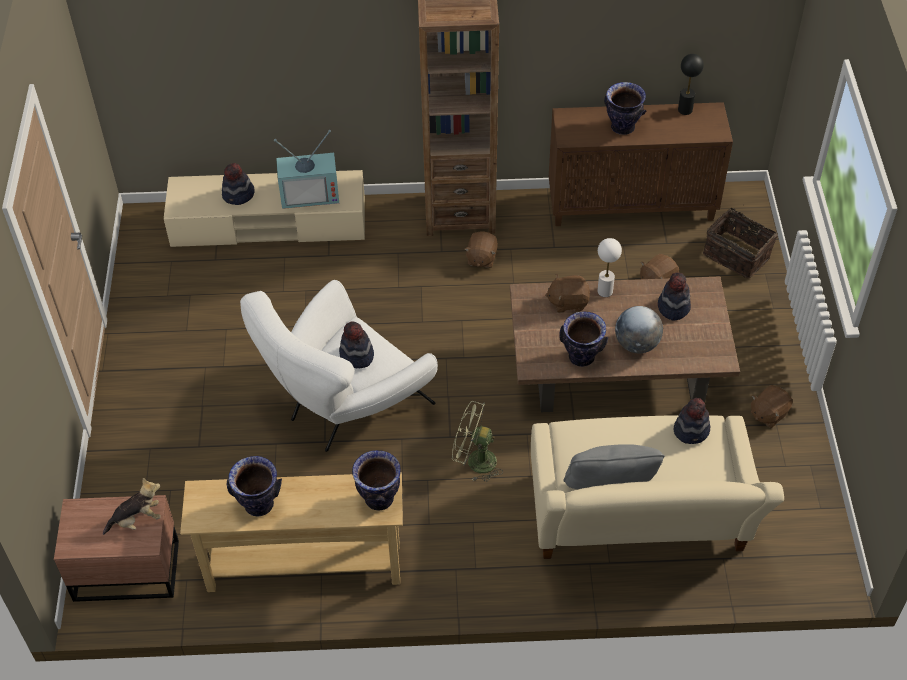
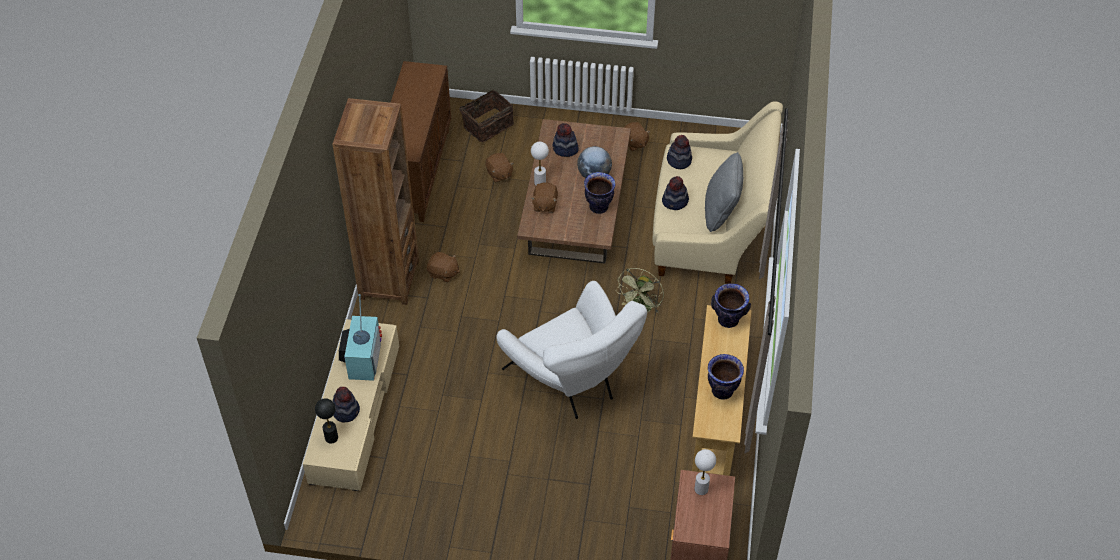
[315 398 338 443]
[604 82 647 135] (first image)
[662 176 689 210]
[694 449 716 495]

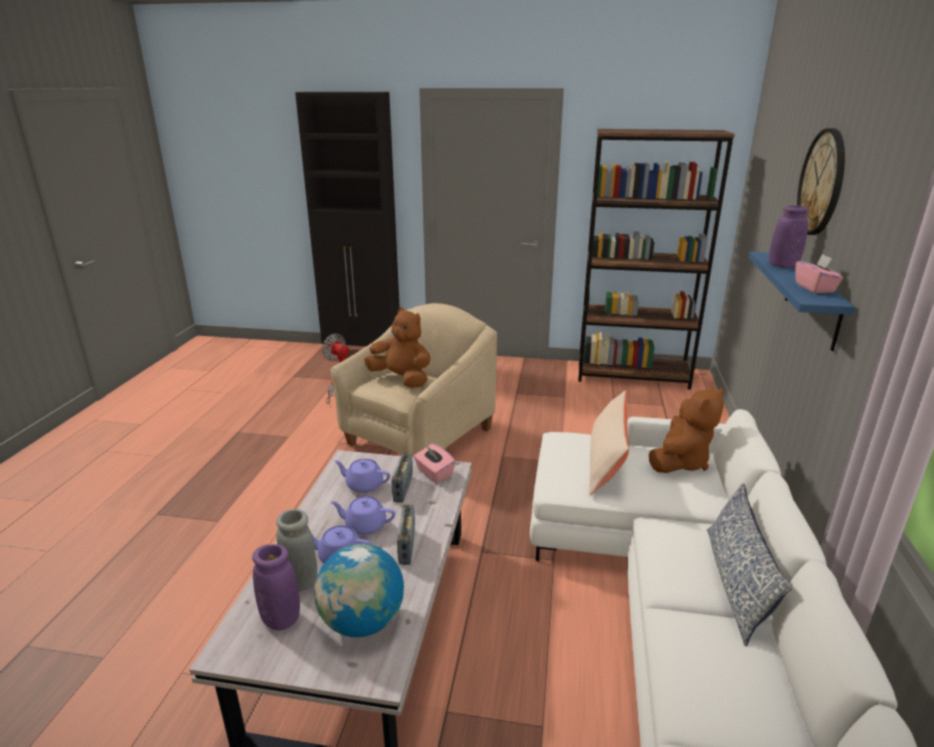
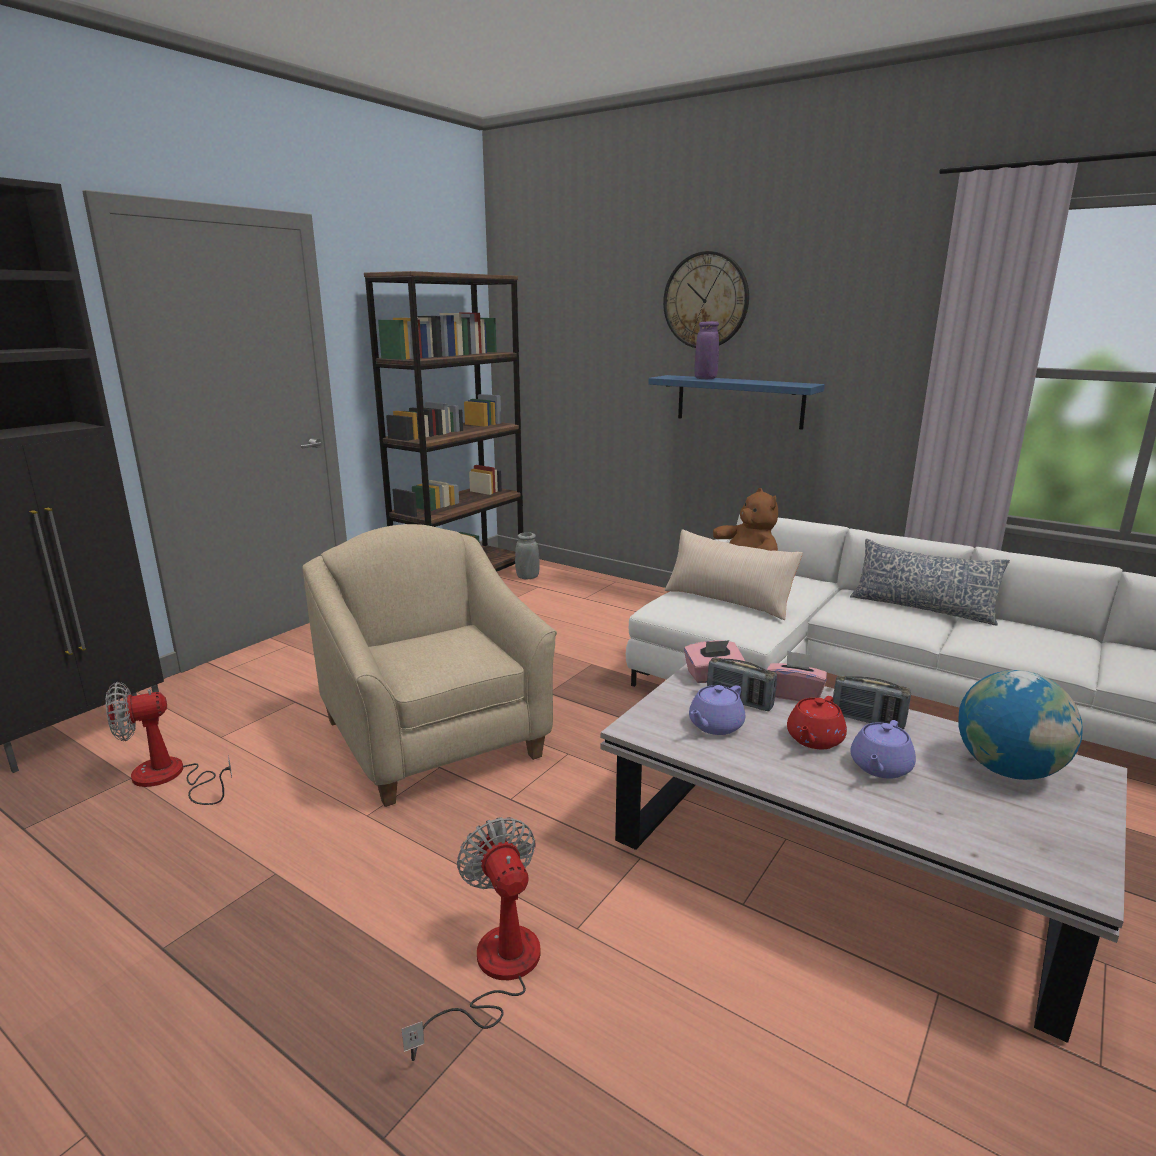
[767 651 827 701]
[364 307 431 388] (first image)
[787 696 847 749]
[515 532 540 579]
[252 544 300 631] (first image)
[402 817 541 1061]

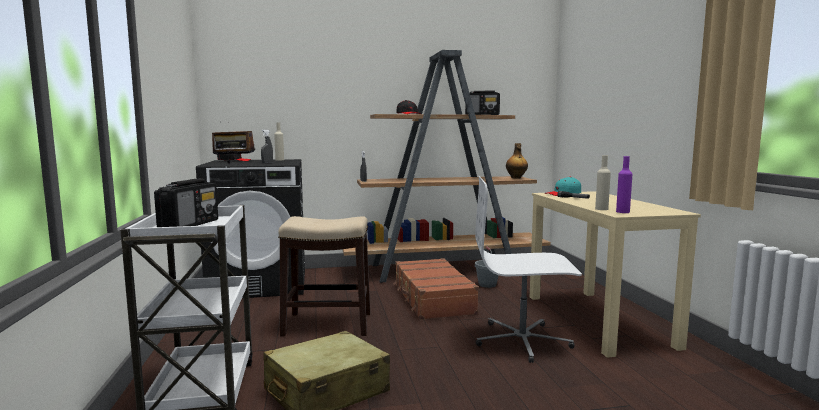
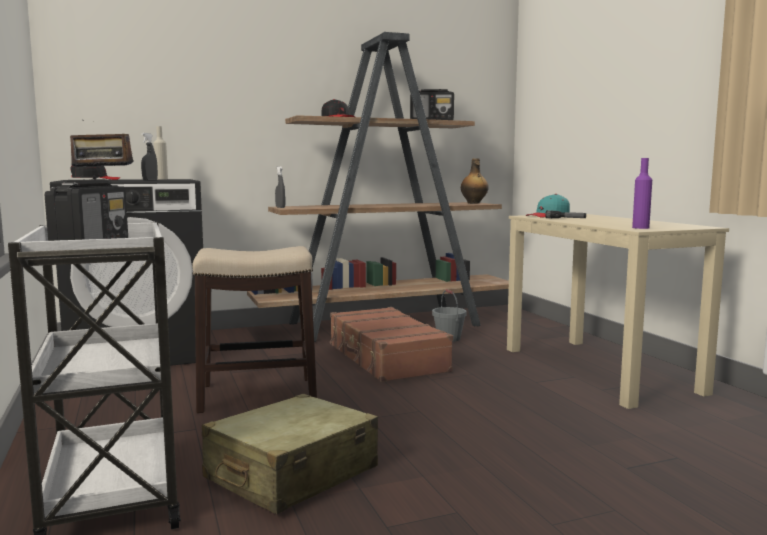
[595 155 611 210] (first image)
[475 176 582 363] (first image)

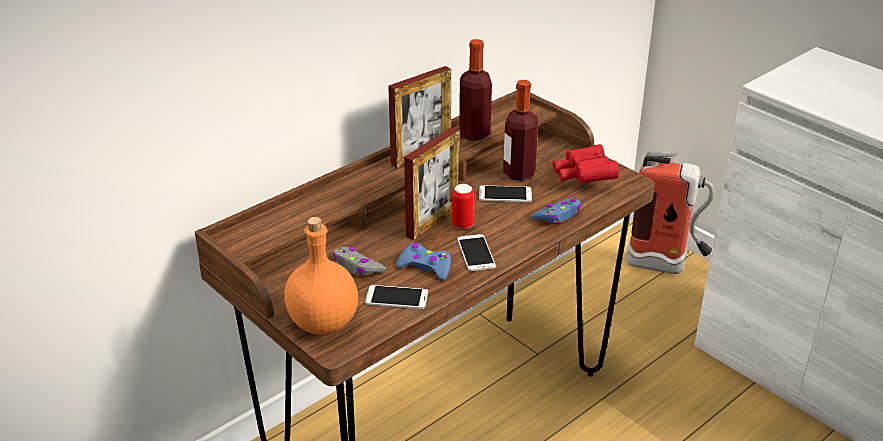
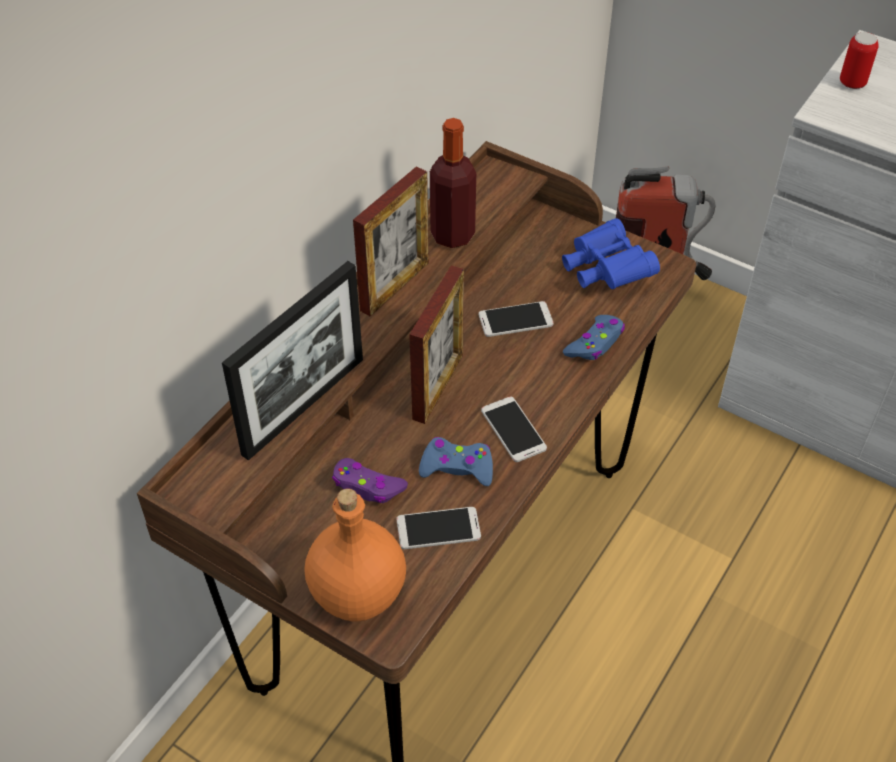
[503 80 538 181] (first image)
[562 218 660 289]
[840 32 879 89]
[332 458 408 503]
[222 261 363 461]

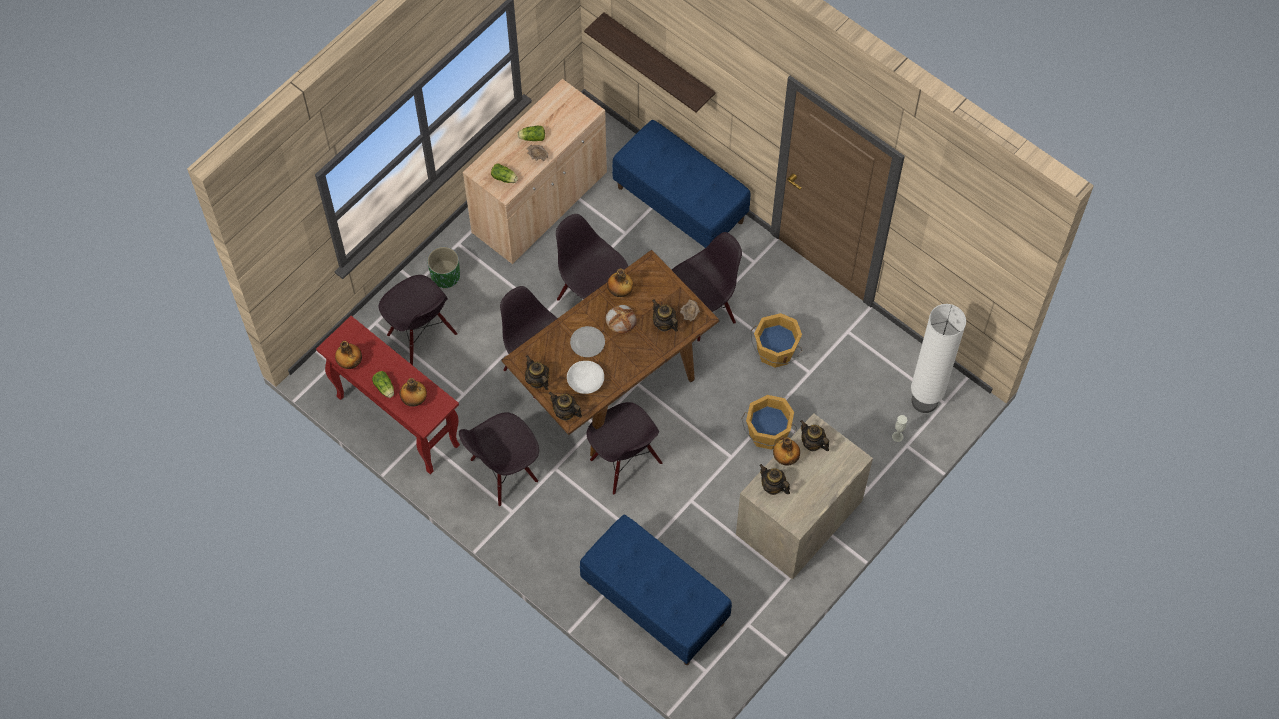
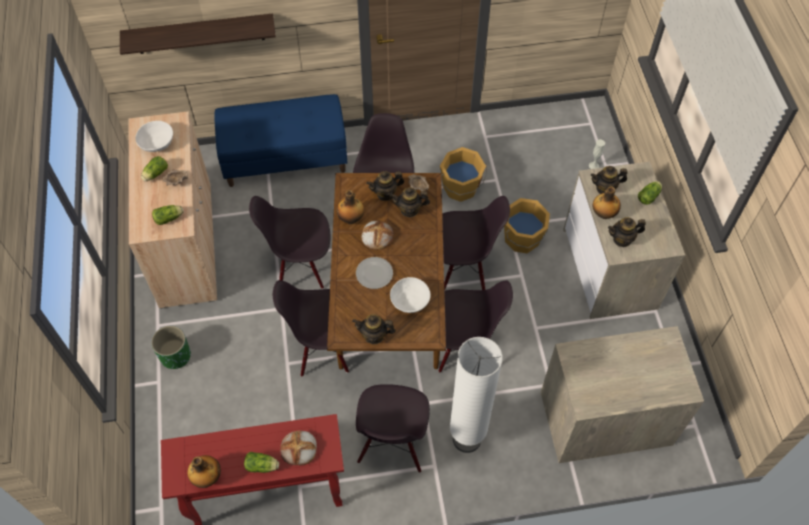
[442 196 510 290]
[450 337 503 453]
[280 430 317 465]
[366 171 404 201]
[541 326 704 463]
[135 121 173 152]
[638 181 662 205]

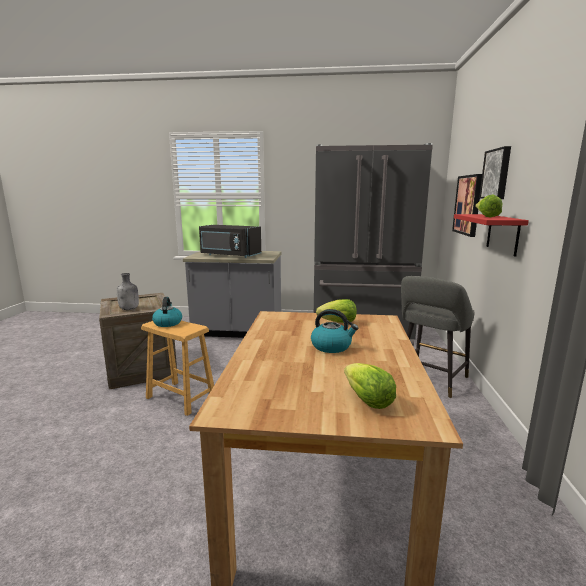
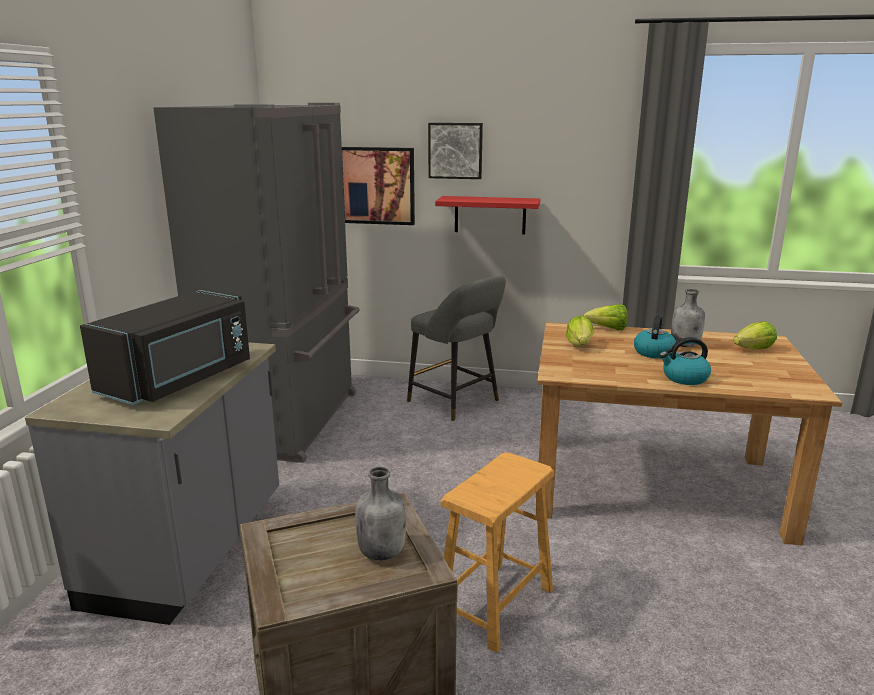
[583 304 628 330]
[660 337 711 385]
[671 289 705 347]

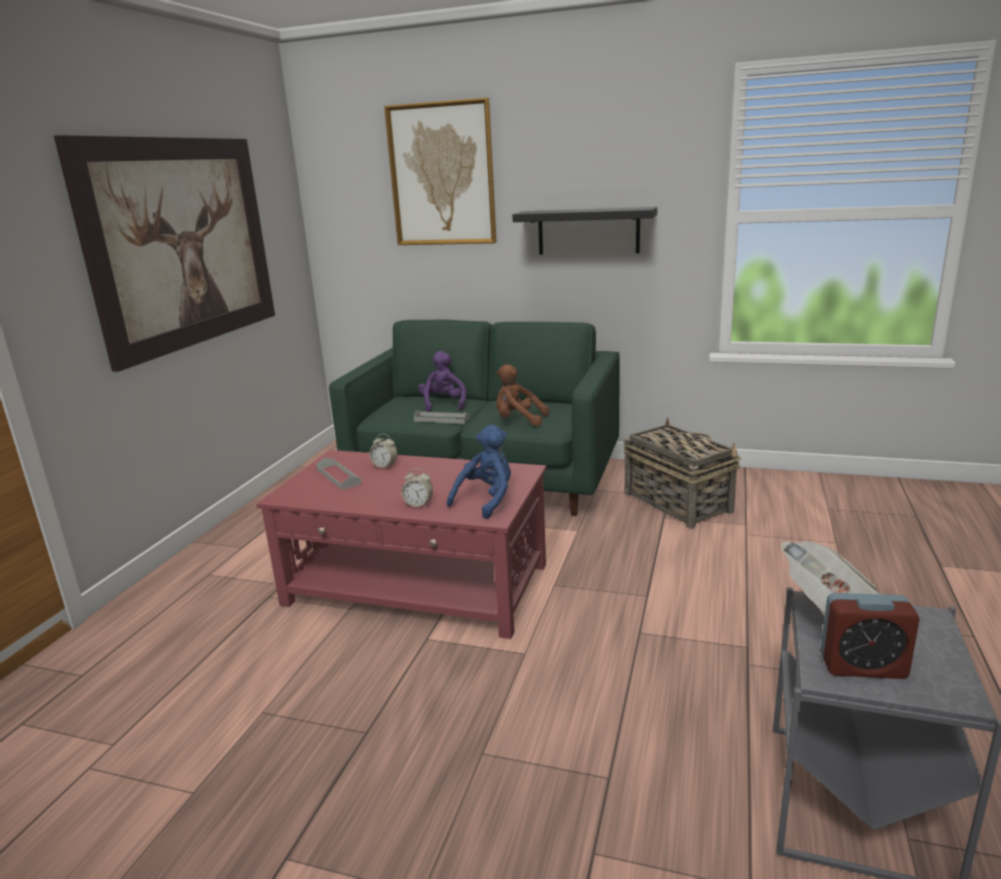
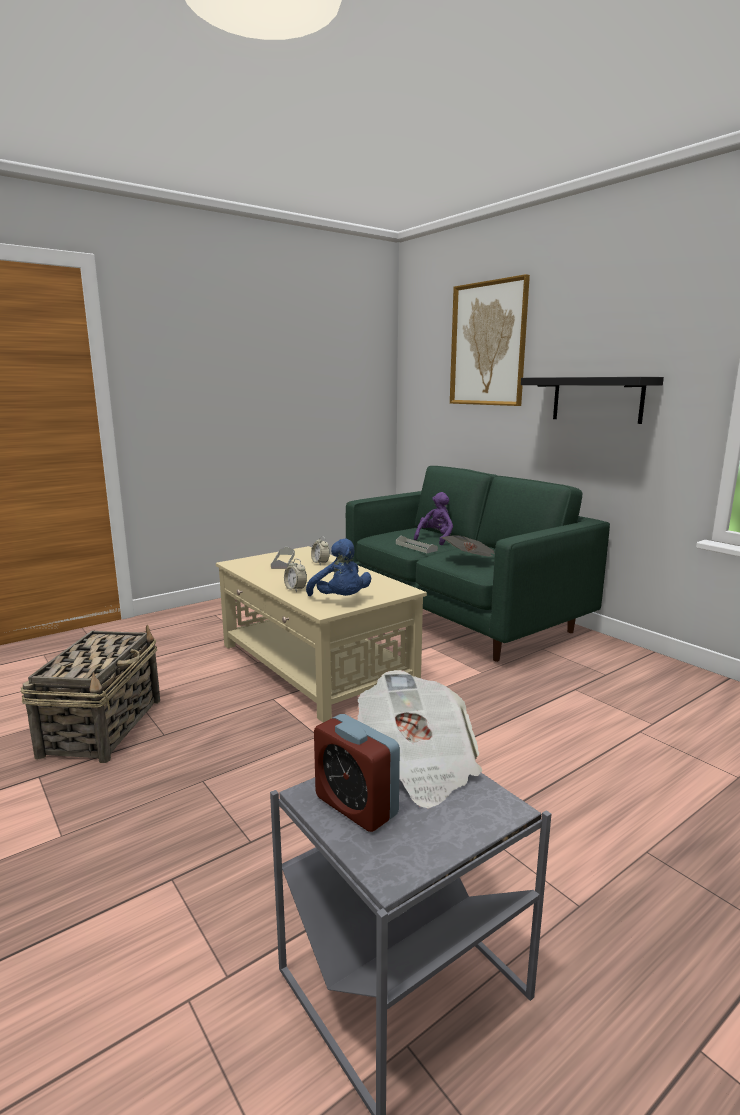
[54 135 275 372] (first image)
[441 535 494 556]
[21 625 160 763]
[306 538 371 596]
[216 546 427 722]

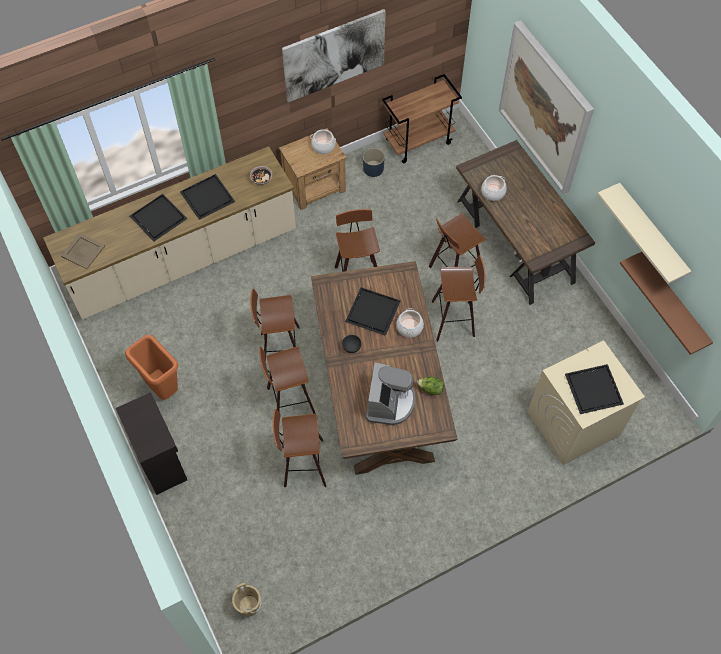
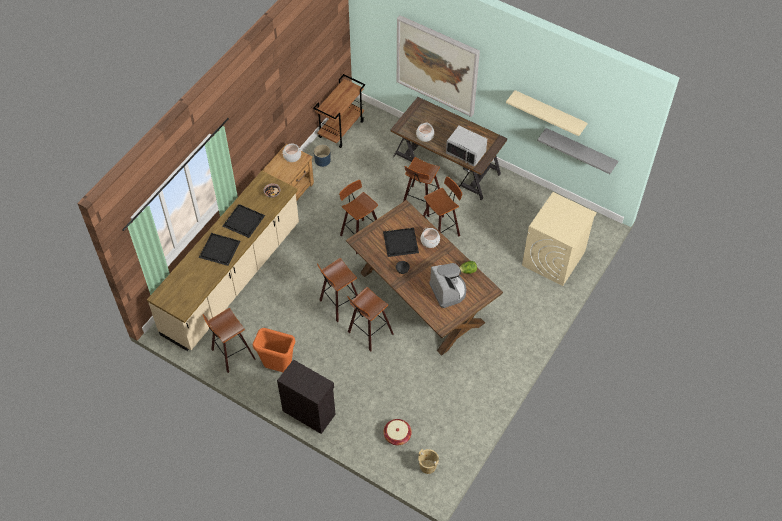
[282 9 386 102] (first image)
[61 233 105 269] (first image)
[537 128 618 174]
[565 364 624 414] (first image)
[203 308 255 373]
[446 126 487 167]
[384 419 412 445]

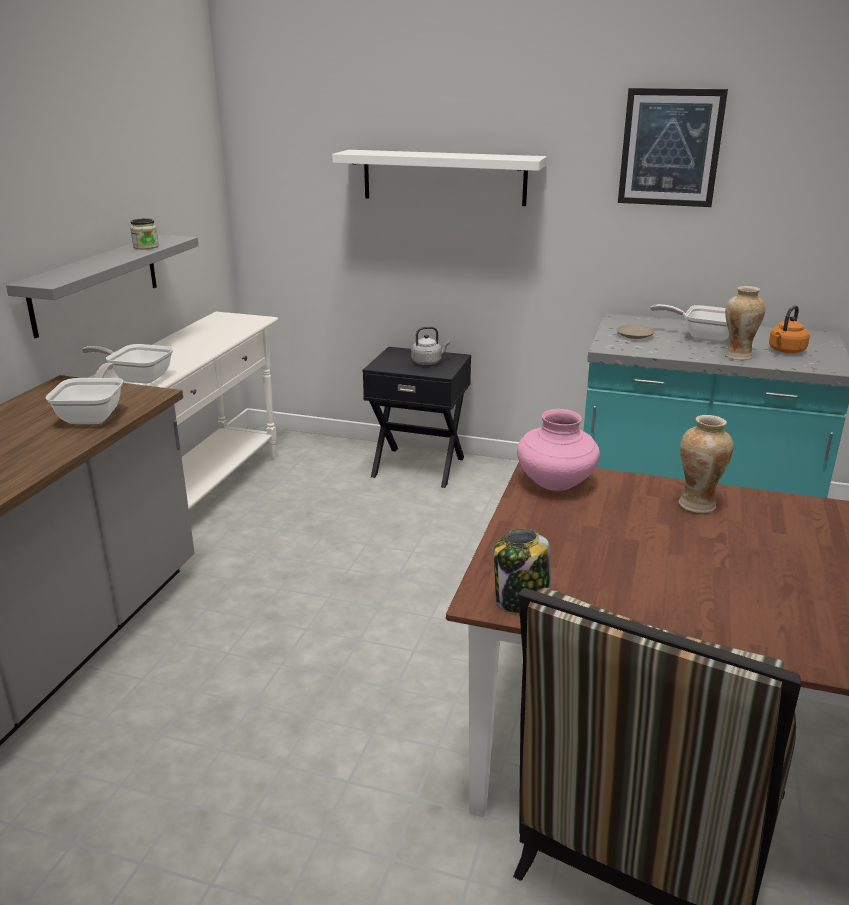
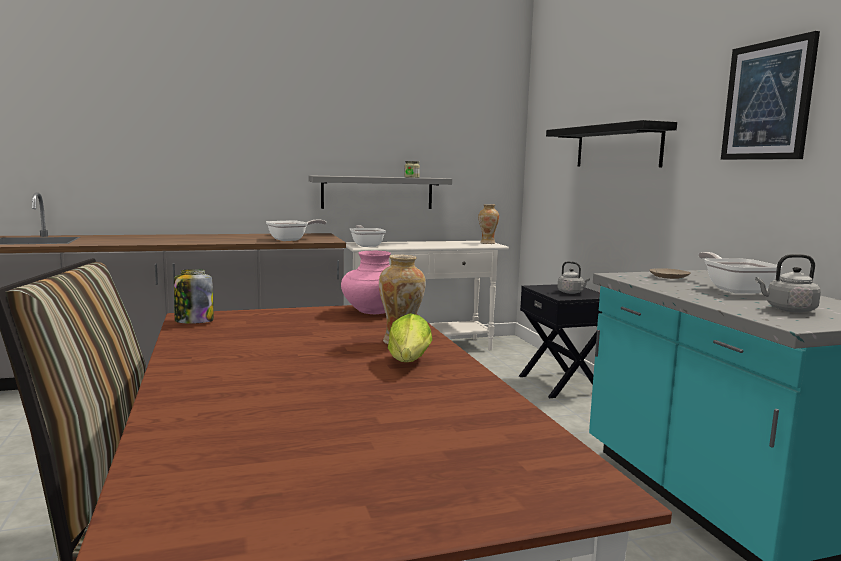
[546 120 677 167]
[478 204 499 244]
[755 254 821 312]
[388 313 432 362]

